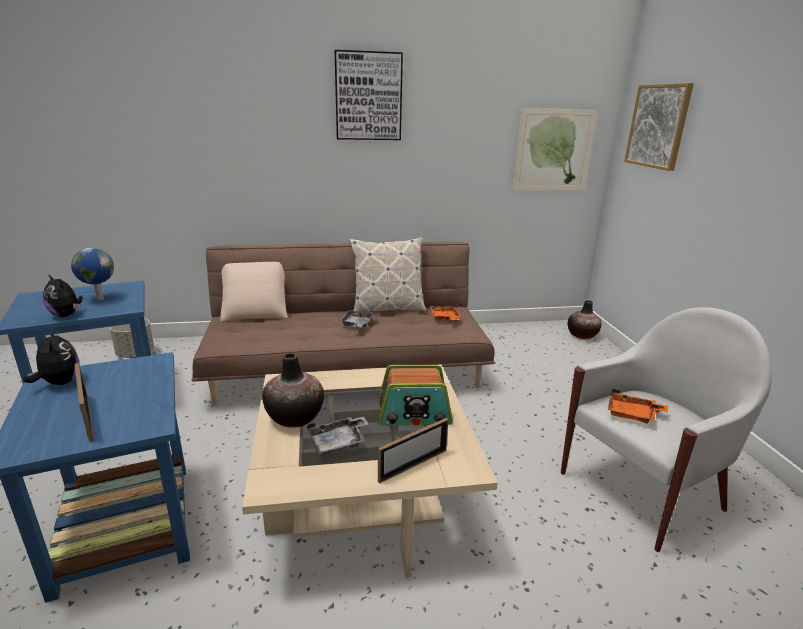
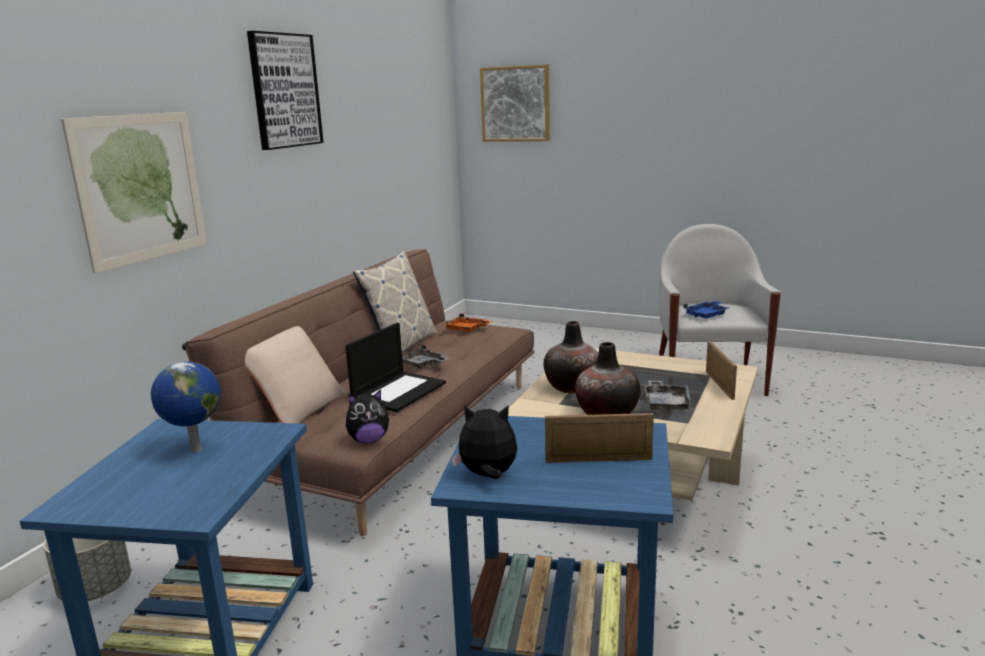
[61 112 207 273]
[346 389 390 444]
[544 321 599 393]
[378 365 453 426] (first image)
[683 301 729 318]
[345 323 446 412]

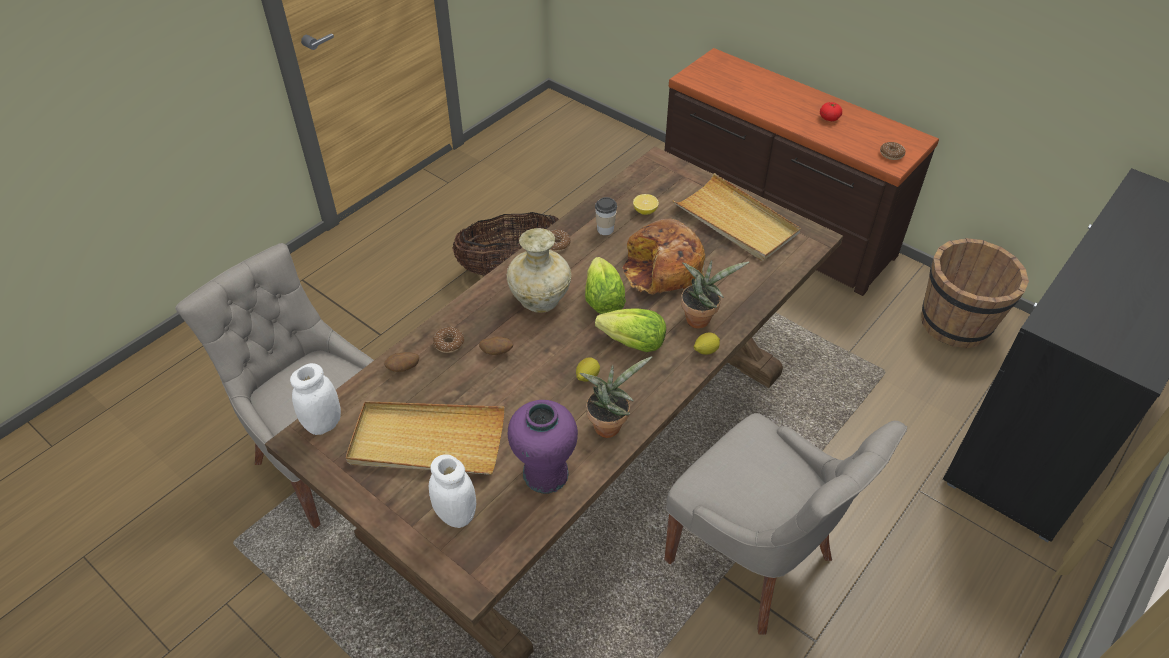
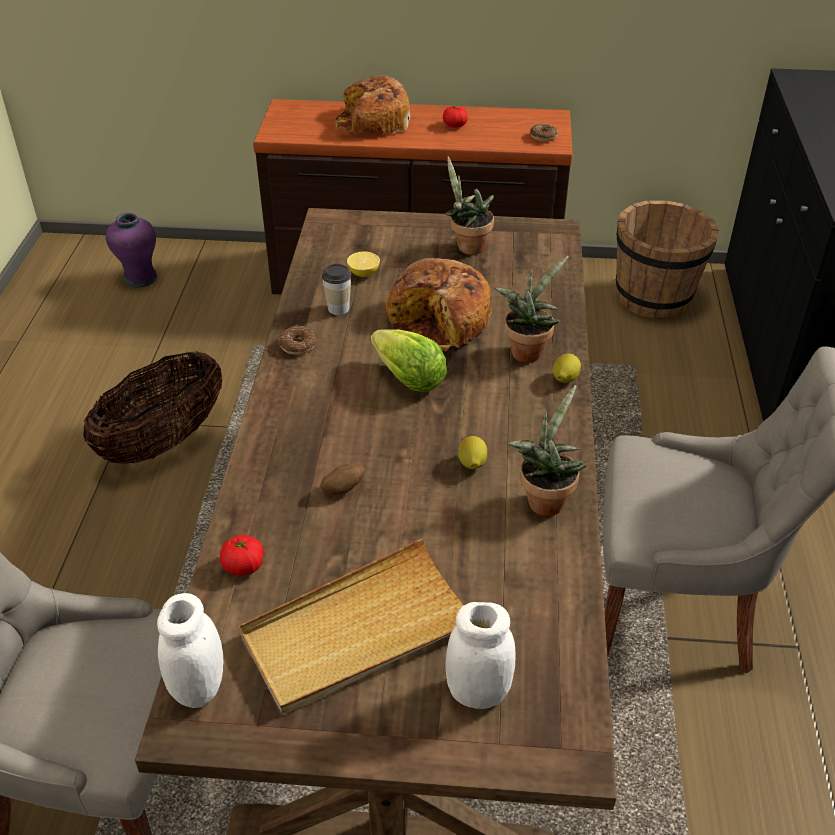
[445 156 494 255]
[507 228 571 313] (first image)
[595 308 666 352] (first image)
[433 327 464 353] (first image)
[220 535 264 576]
[106 213 157 287]
[335 75 410 134]

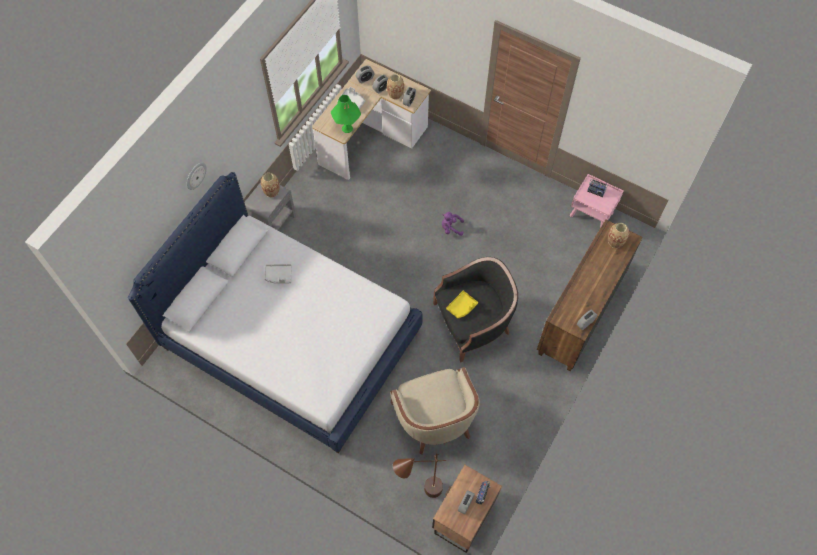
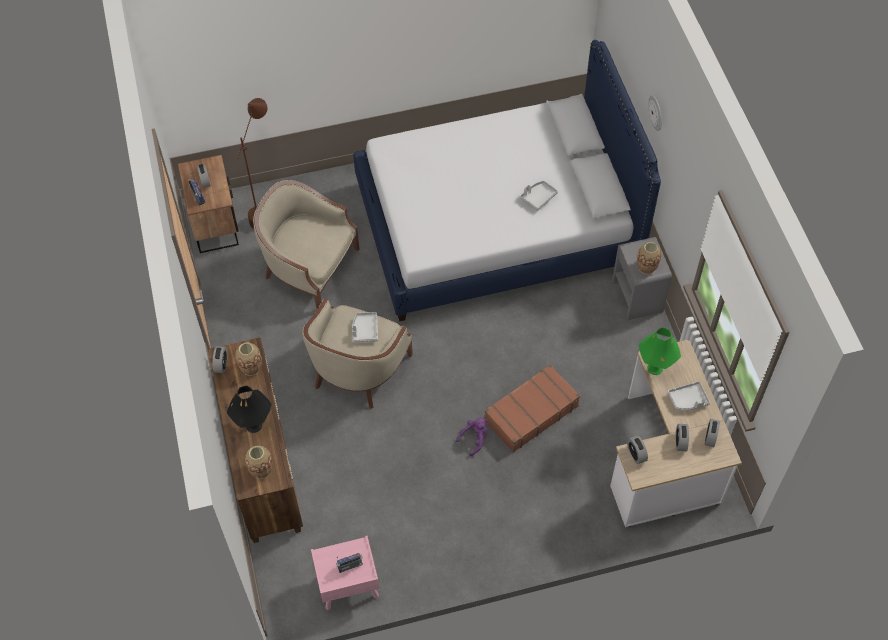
[235 342 262 376]
[302 298 413 409]
[352 312 378 343]
[485 364 580 453]
[227 386 272 433]

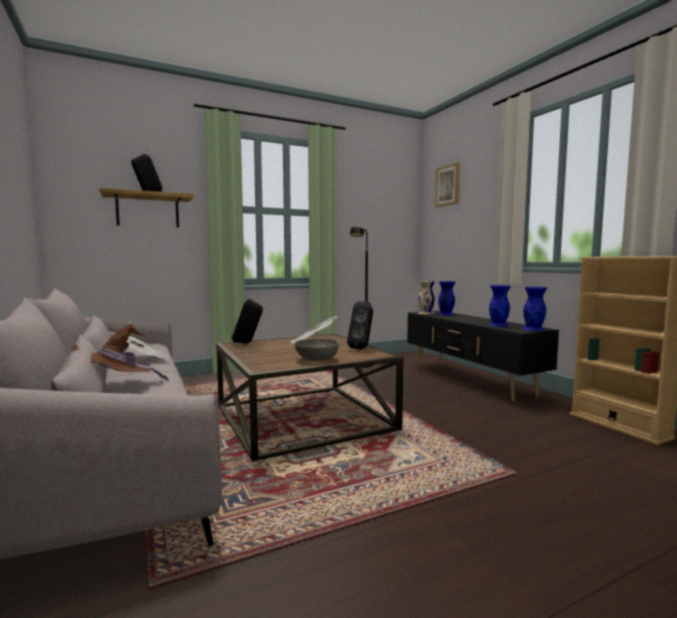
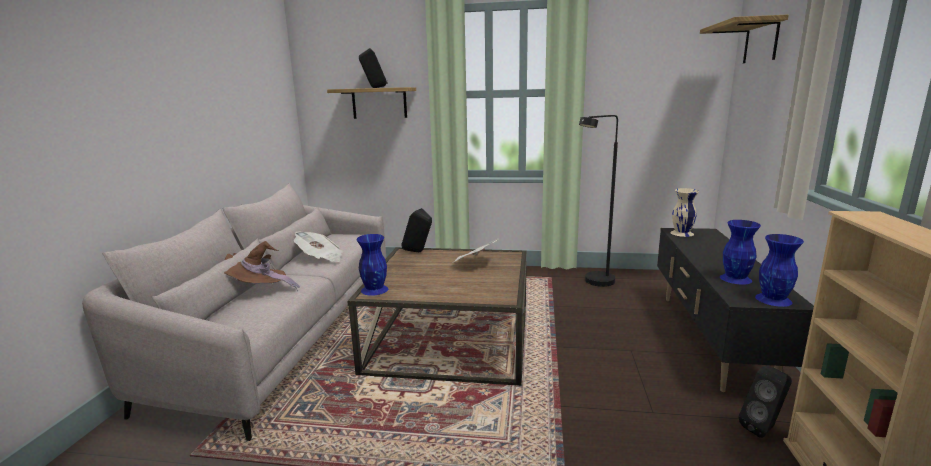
[700 15 789 63]
[356 234 388 296]
[739 366 792 438]
[294 338 339 361] (first image)

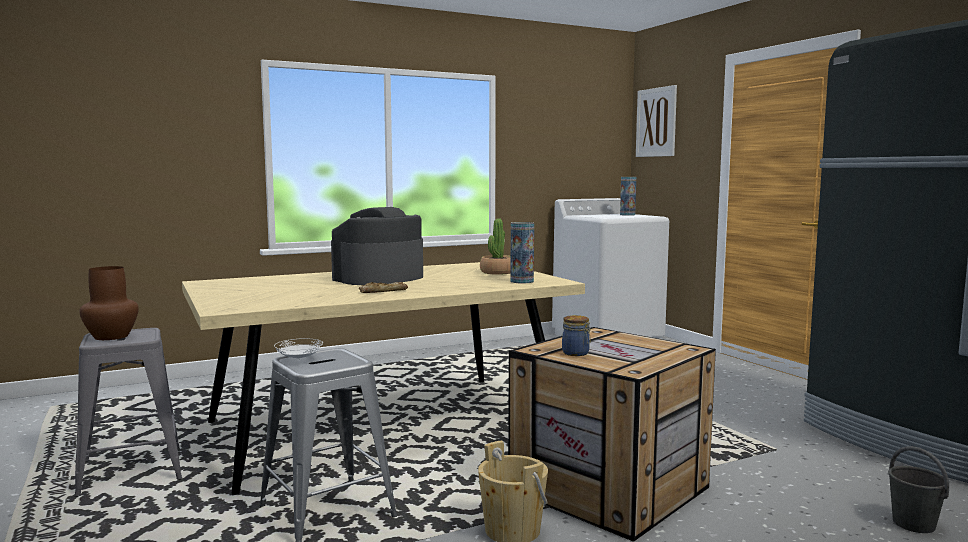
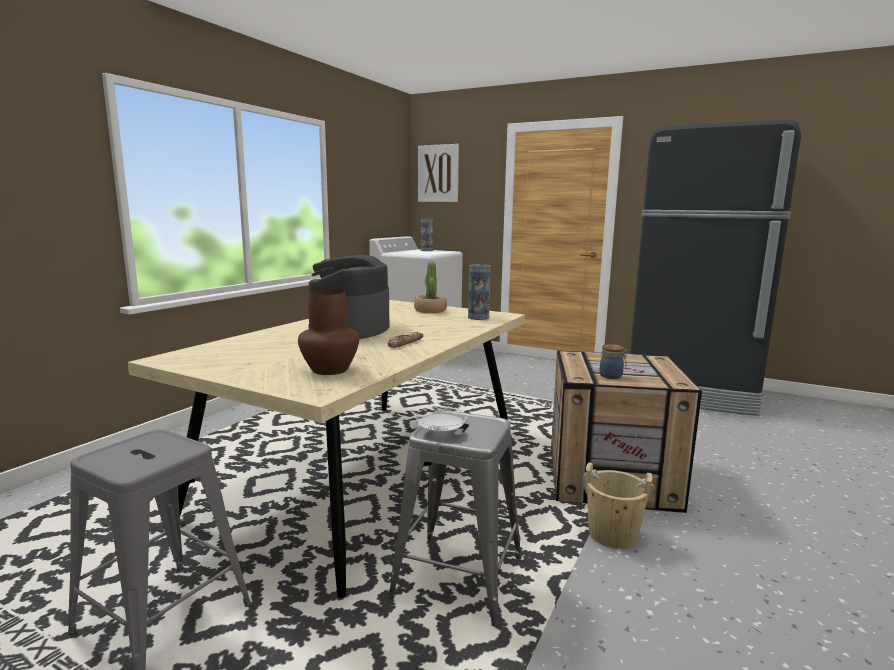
[298 289 359 375]
[888 446 949 533] (first image)

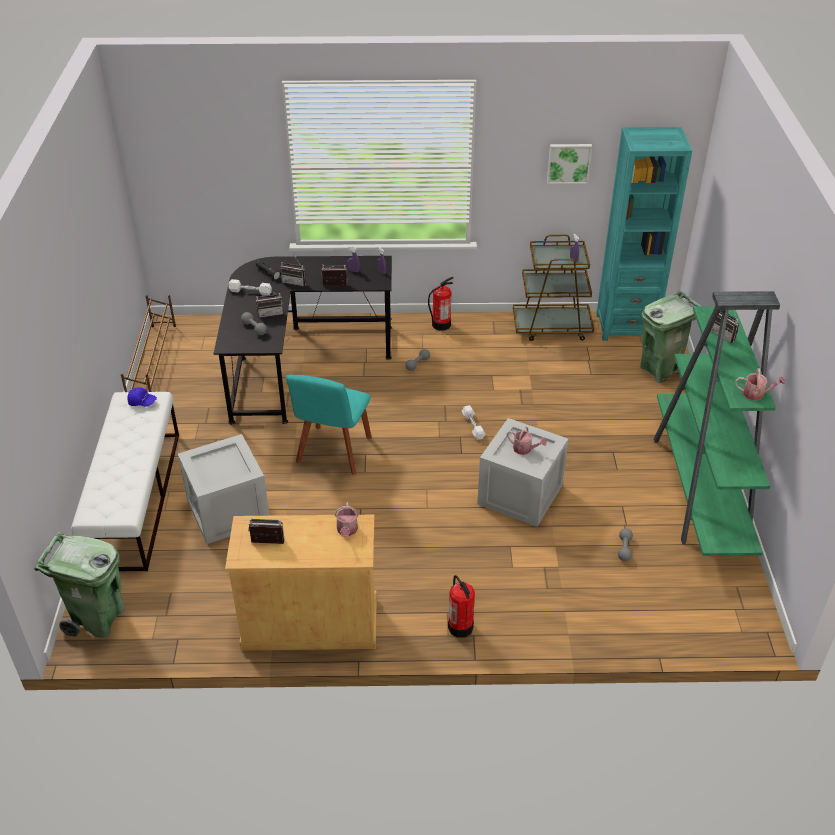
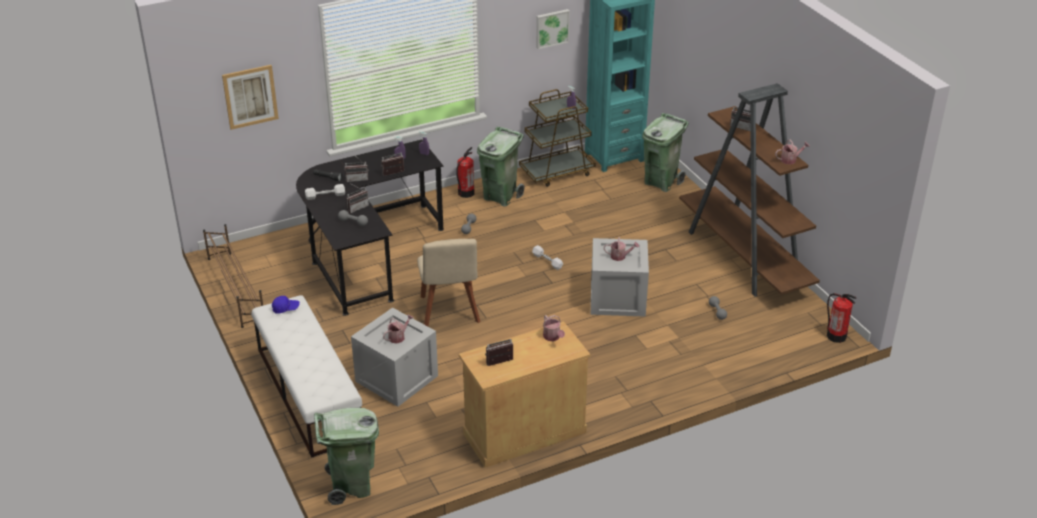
[679 83 820 297]
[417 239 480 326]
[827 293 857 343]
[222 65 279 130]
[477 127 525 207]
[383 314 414 343]

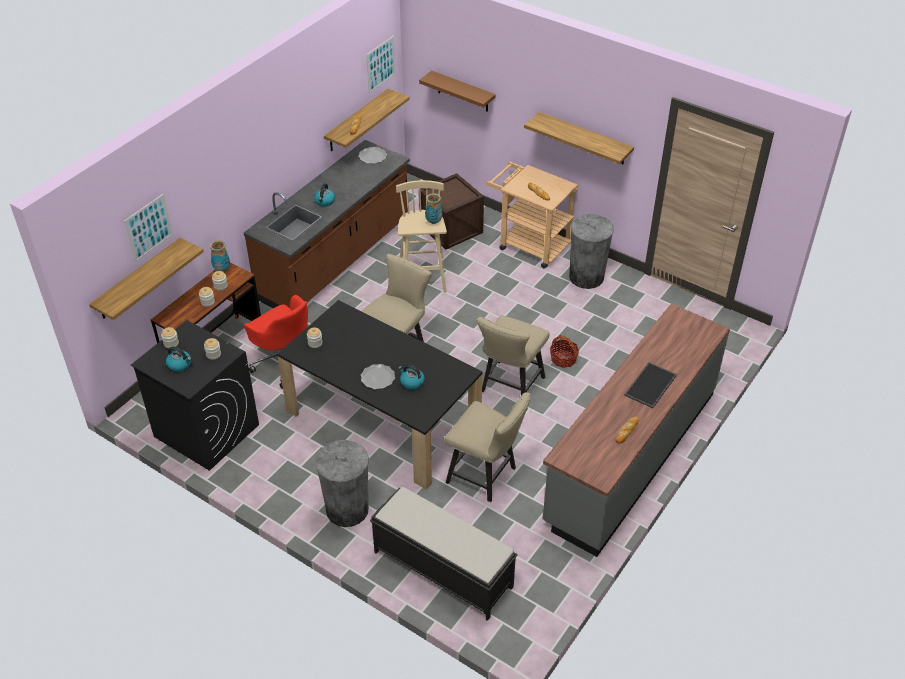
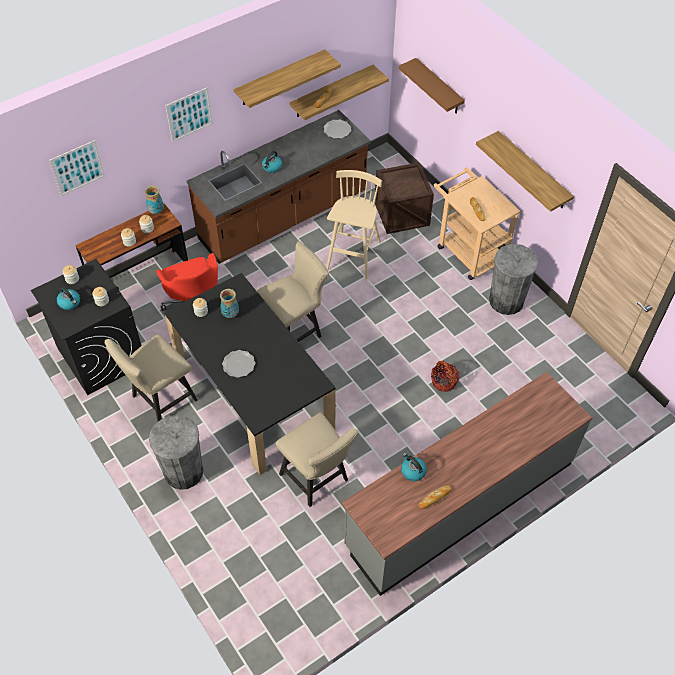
[165 87 213 142]
[220 289 239 318]
[234 49 341 108]
[105 334 197 421]
[624 362 677 408] (first image)
[401 453 427 481]
[370 487 518 621] (first image)

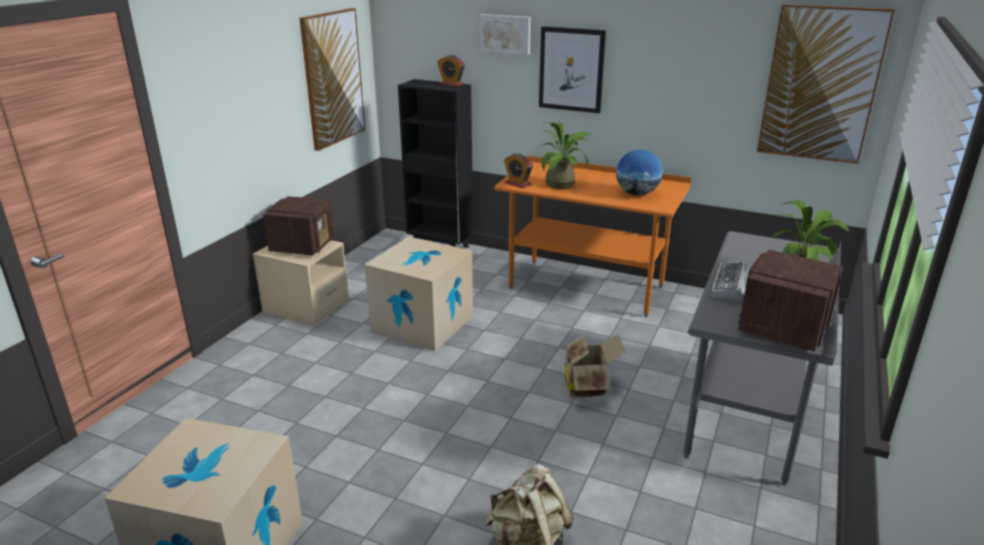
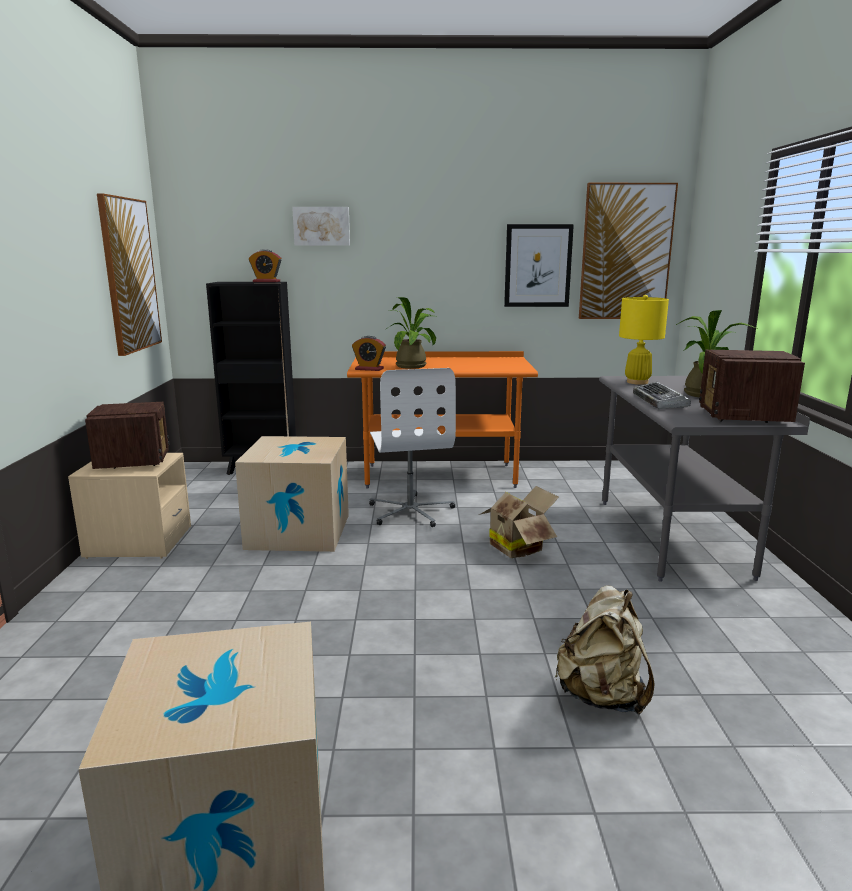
[504 224 574 307]
[616 150 663 196] (first image)
[619 295 669 385]
[369 368 456 527]

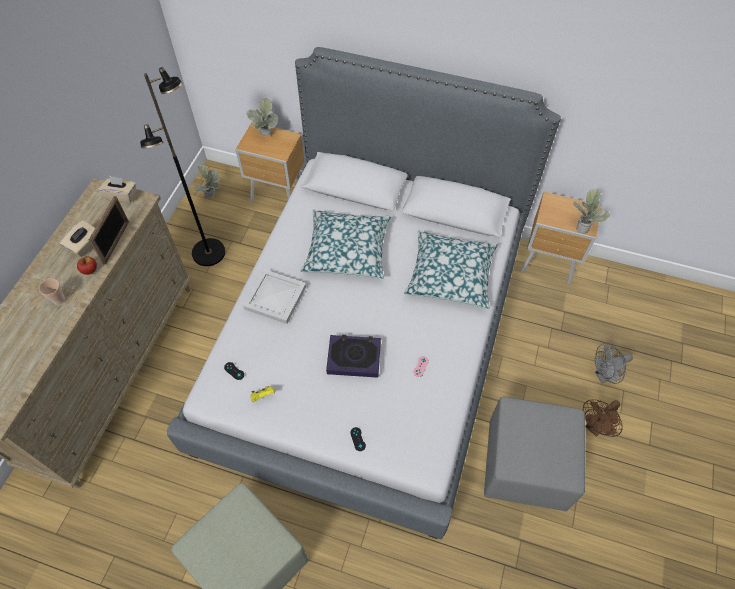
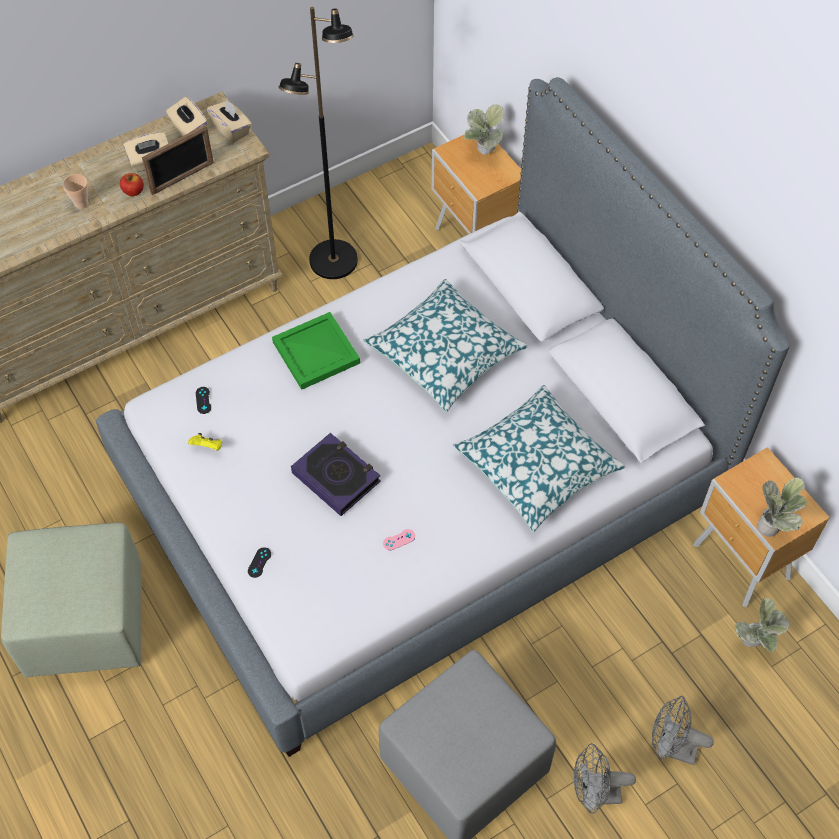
[735 598 789 652]
[272 312 360 390]
[574 743 636 814]
[166 96 208 136]

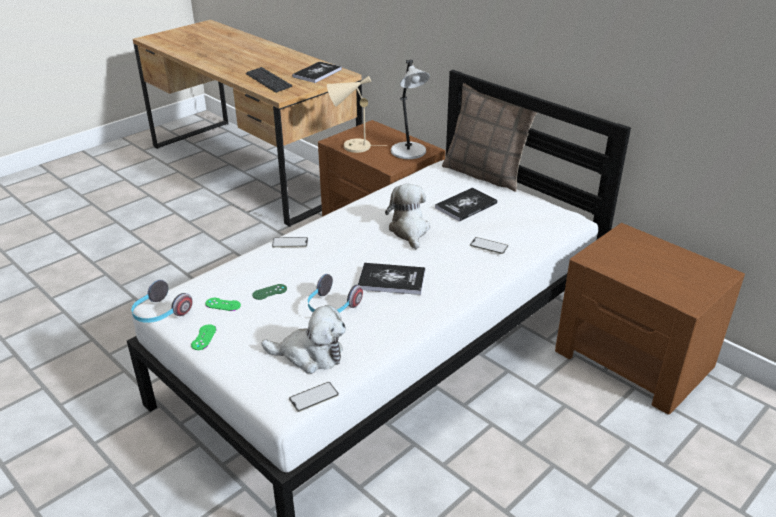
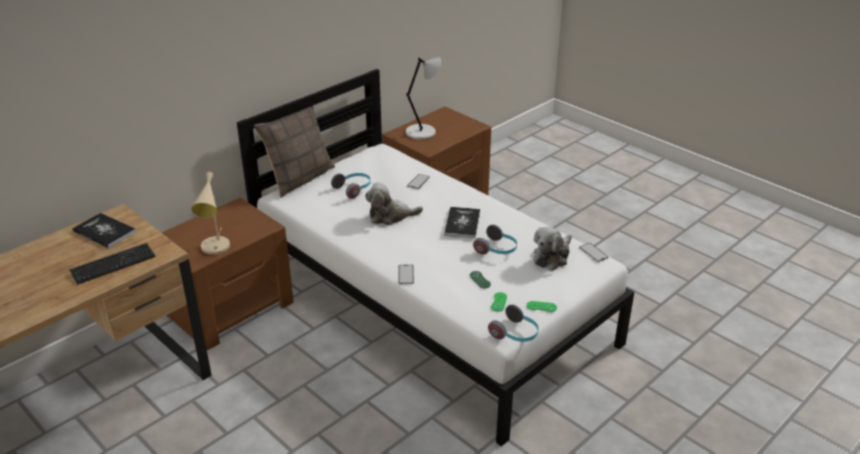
[406 57 441 140]
[331 173 371 199]
[534 227 572 271]

